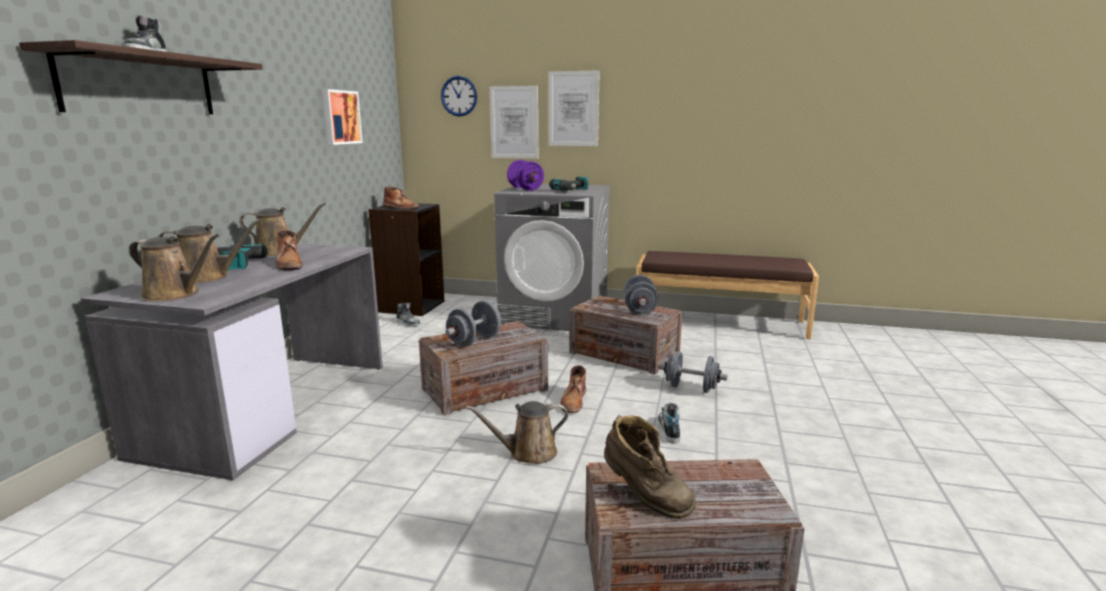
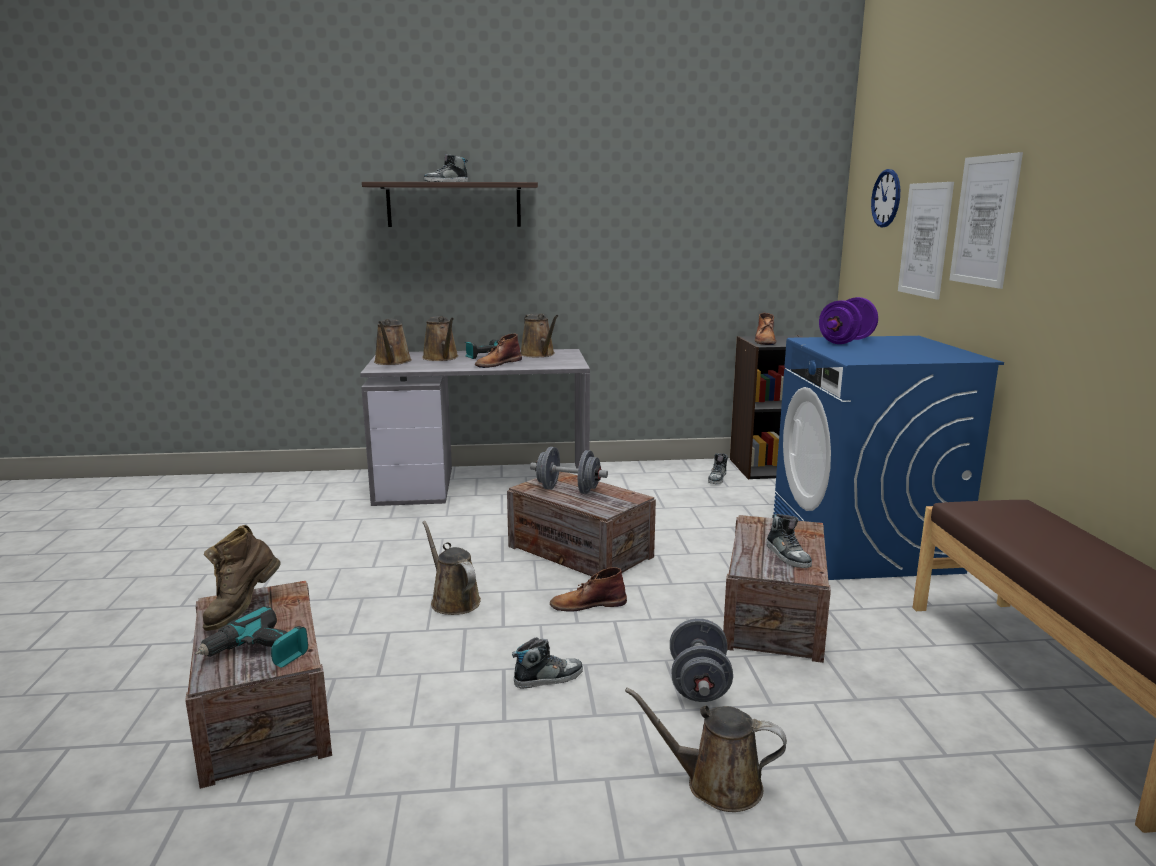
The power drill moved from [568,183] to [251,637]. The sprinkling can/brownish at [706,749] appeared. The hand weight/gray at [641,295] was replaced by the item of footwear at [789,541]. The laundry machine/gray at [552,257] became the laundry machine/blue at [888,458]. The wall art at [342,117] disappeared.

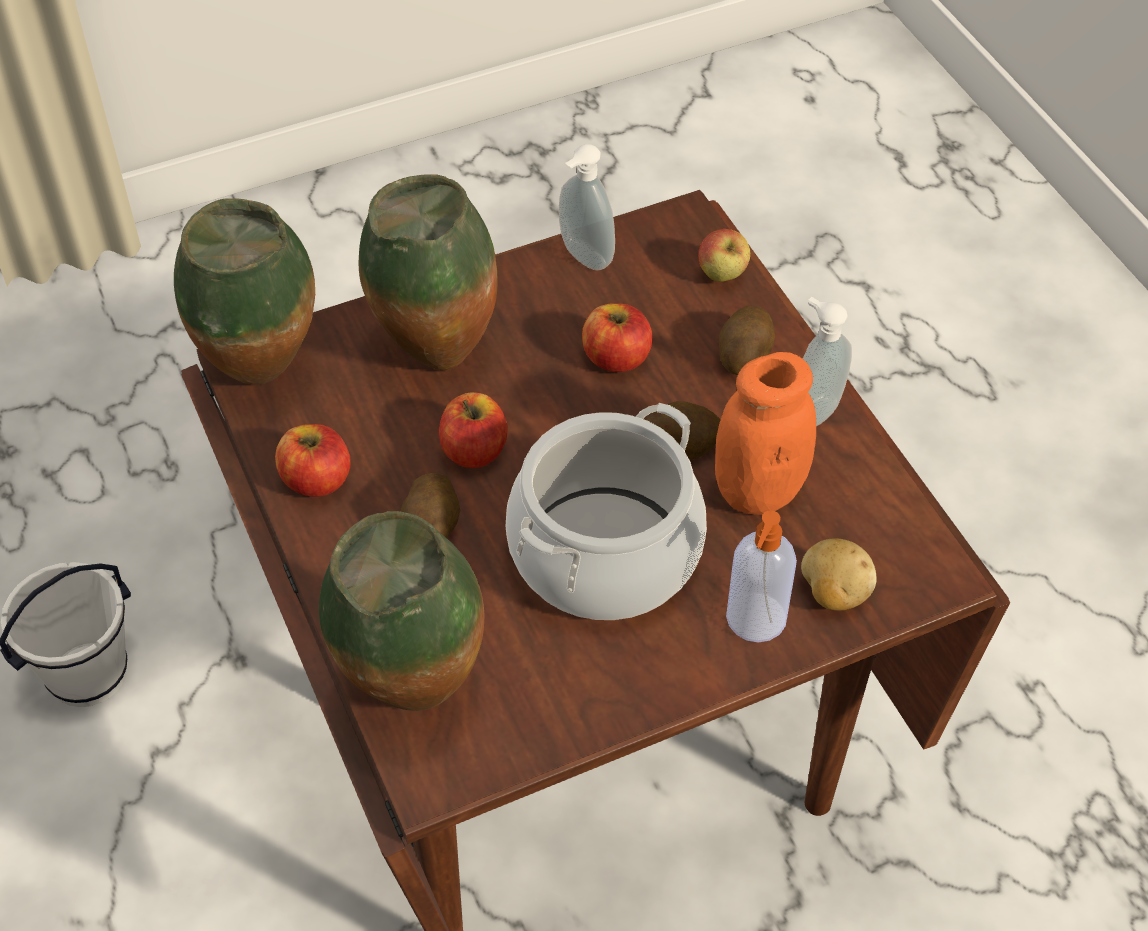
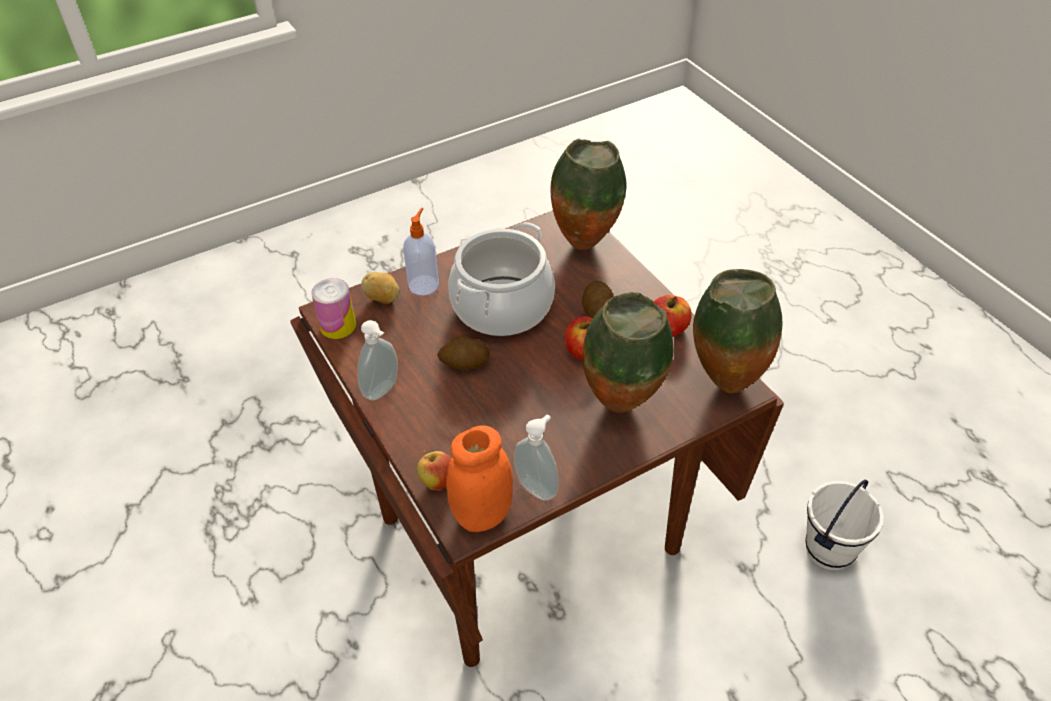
The can at [333,308] appeared. The preserve jar/orange-coloured moved from [765,433] to [479,478]. The apple fruit at [617,337] disappeared. The whole potato at [747,340] disappeared.

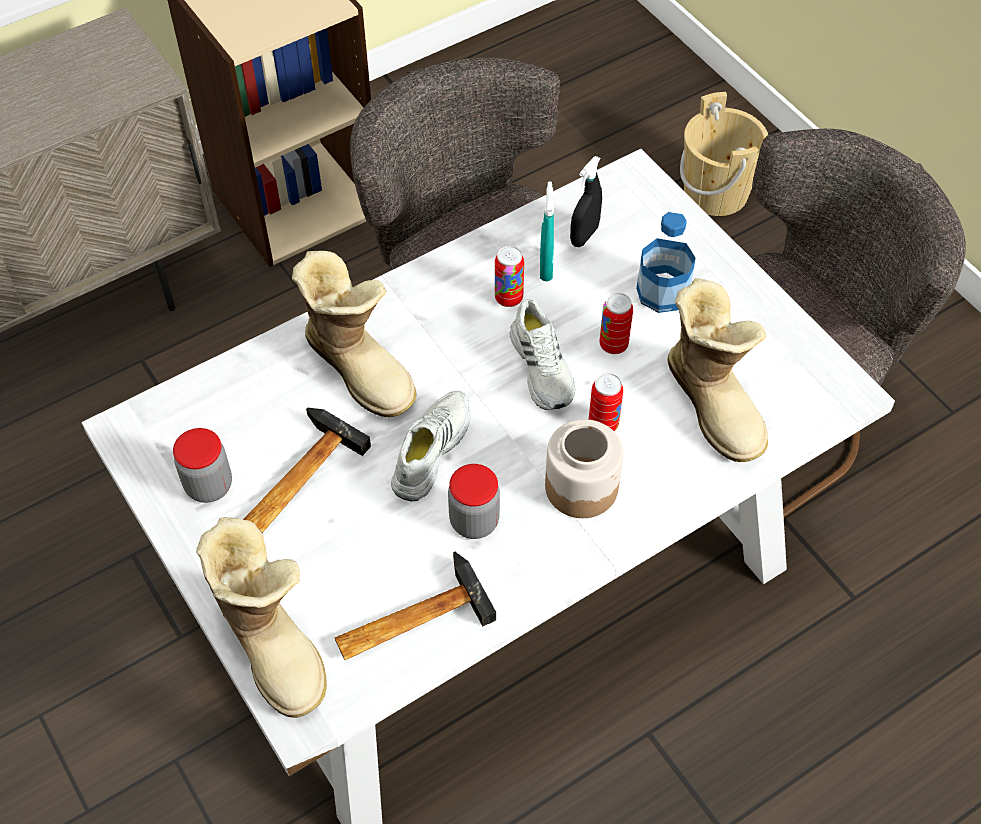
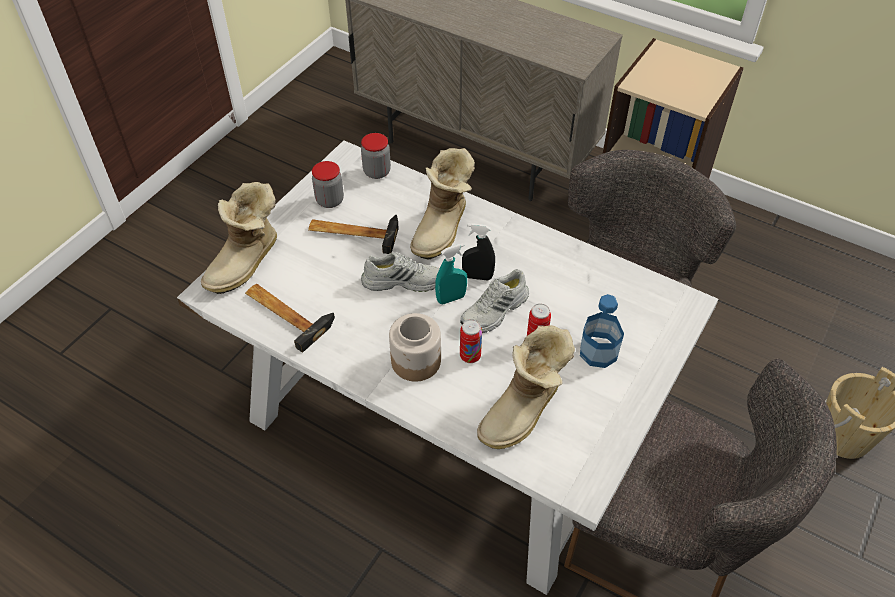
The preserve jar moved from [474,501] to [376,156]. The sprayer/turquoise moved from [547,231] to [451,273]. The sprayer/black-coloured moved from [586,201] to [478,252]. The can at [509,276] disappeared.

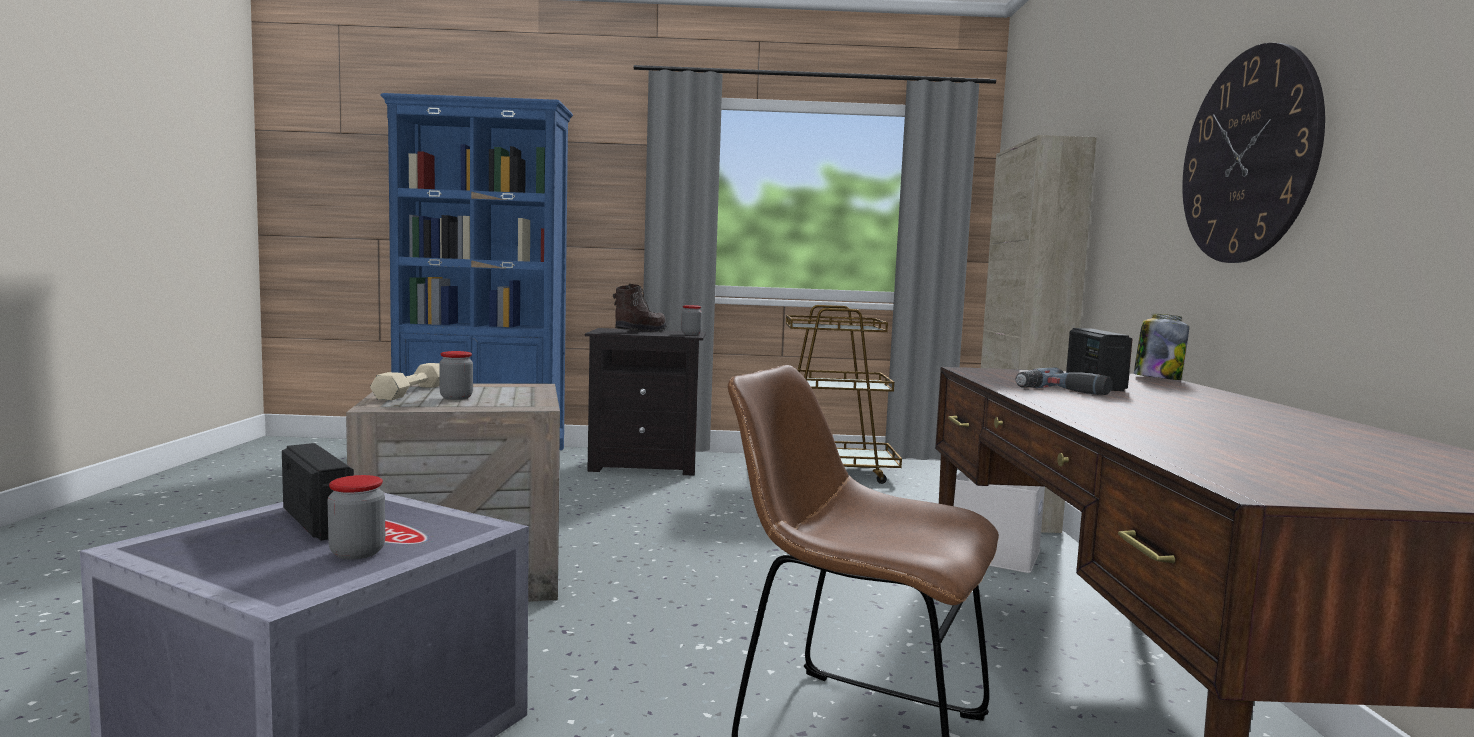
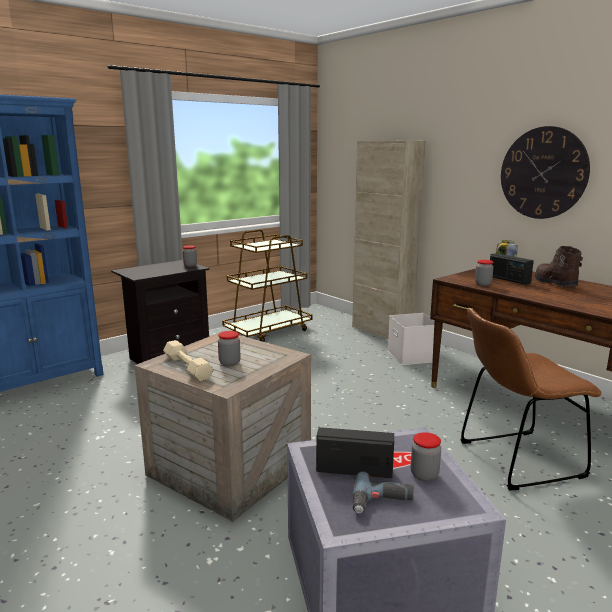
The power drill moved from [1064,381] to [383,492]. The preserve jar at [484,273] appeared. The boot/brownish moved from [640,308] to [559,266].

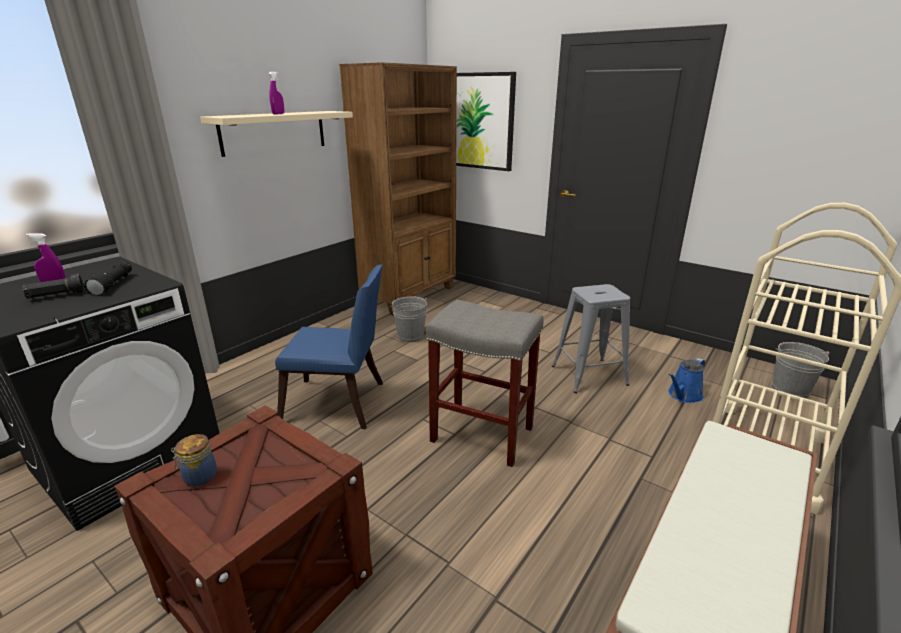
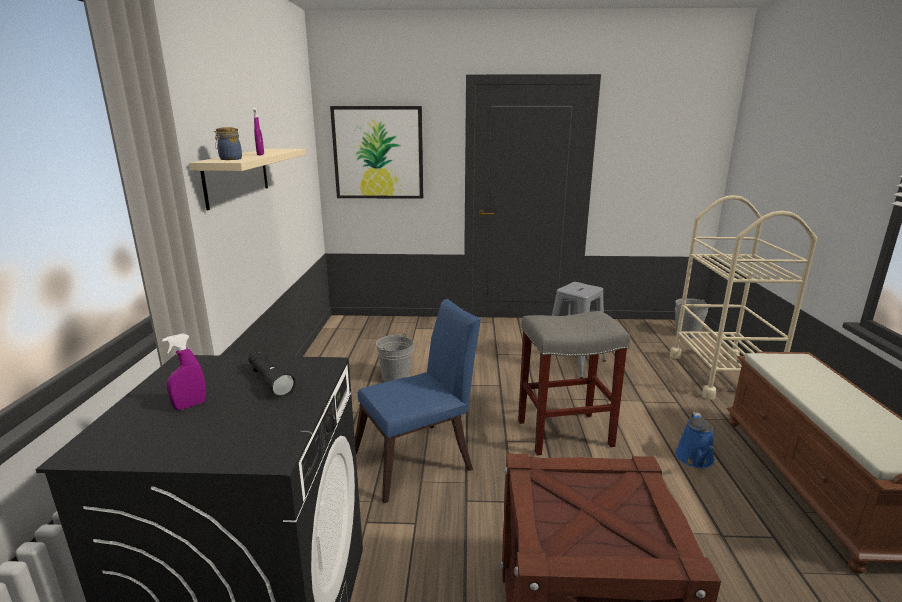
The preserve jar moved from [194,460] to [228,143]. The sprinkling can/blue moved from [686,380] to [695,440]. The flashlight/black-coloured at [53,286] disappeared. The bookcase/brownish at [398,189] disappeared.

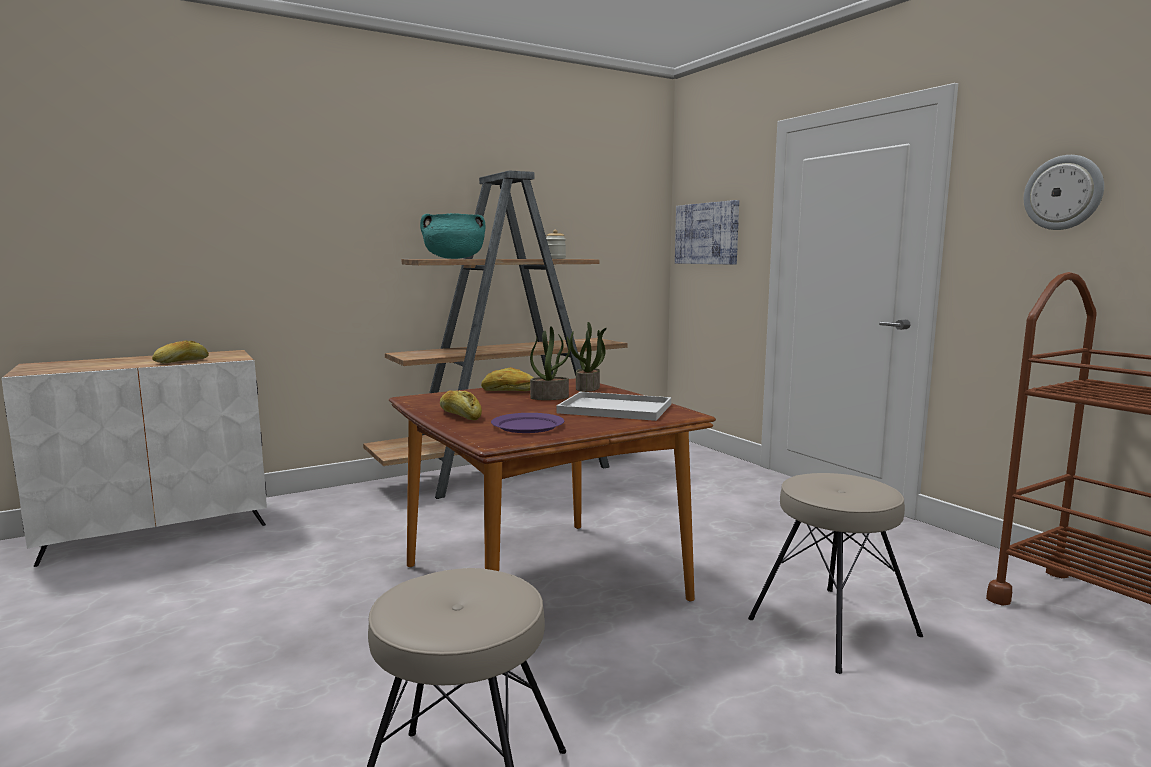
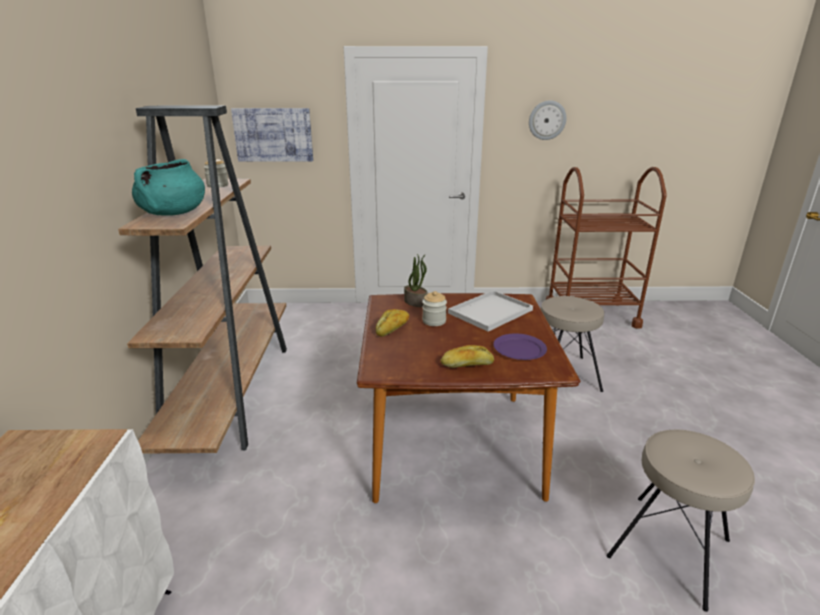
The potted plant at [550,363] was replaced by the preserve jar at [434,308]. The bread at [180,352] disappeared.

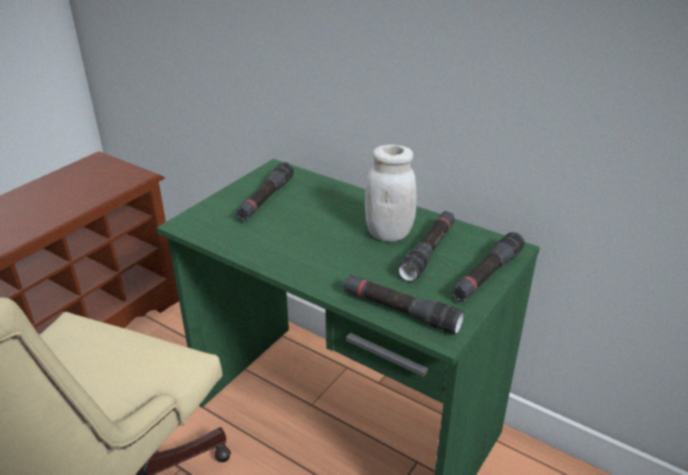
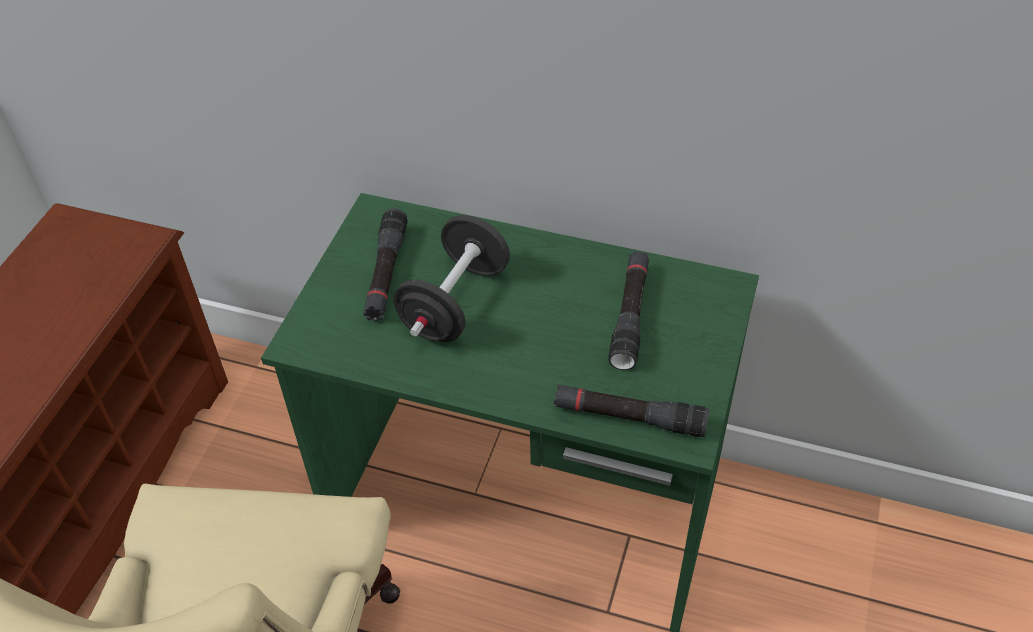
The hand weight/black-coloured at [451,278] appeared. The preserve jar/whitish at [391,193] disappeared. The flashlight/black-coloured at [488,267] disappeared.

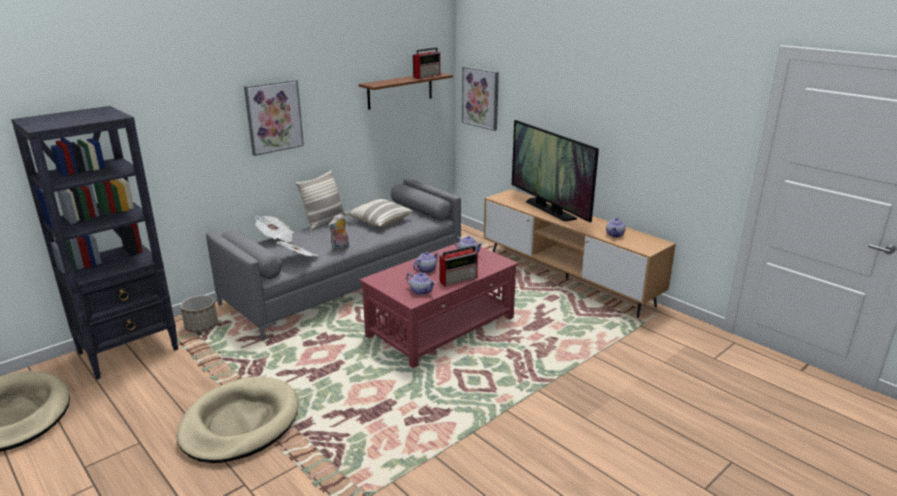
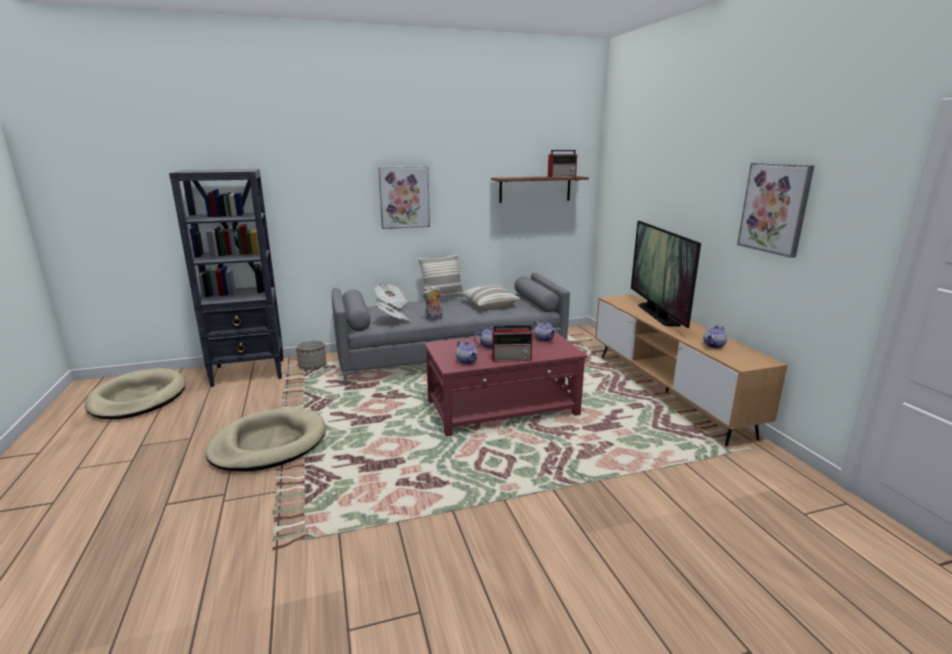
The wall art moved from [480,98] to [776,210].

